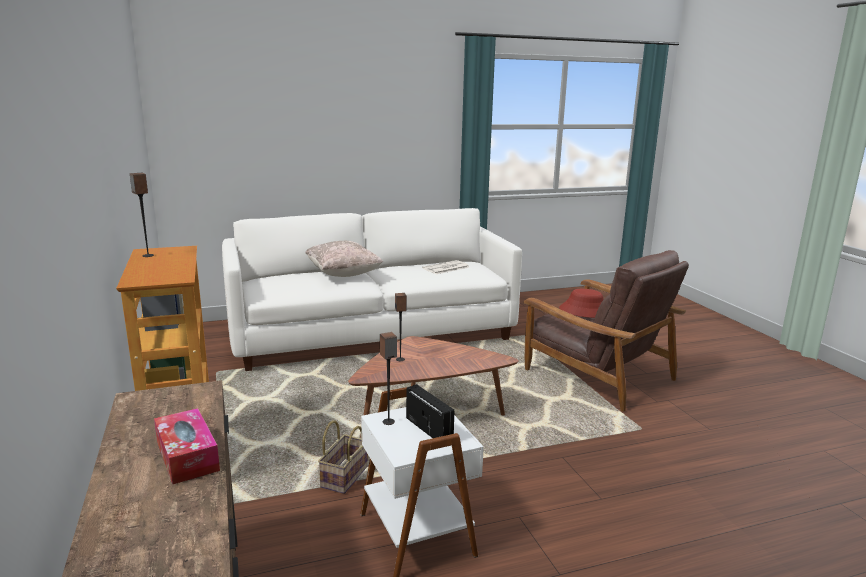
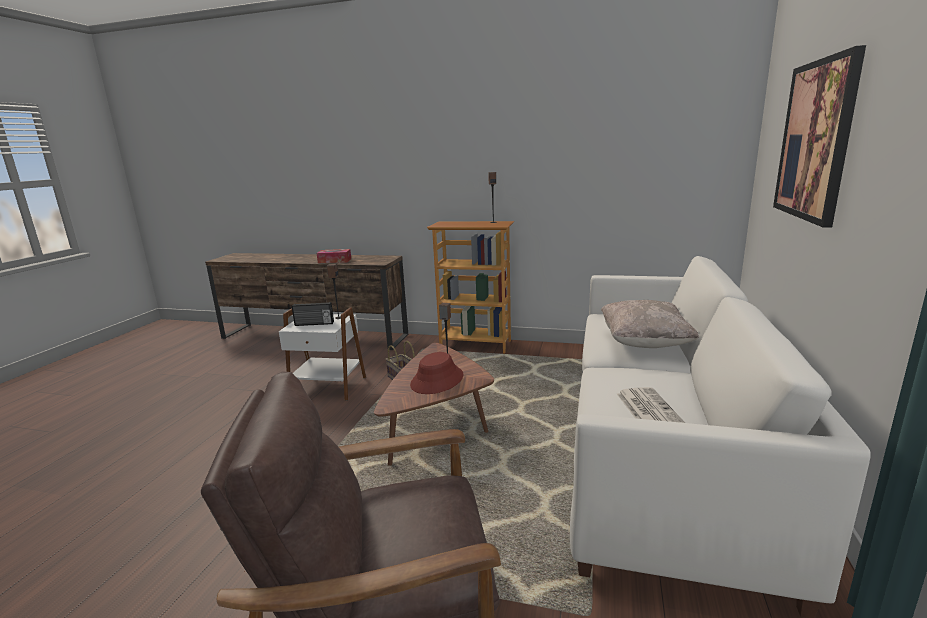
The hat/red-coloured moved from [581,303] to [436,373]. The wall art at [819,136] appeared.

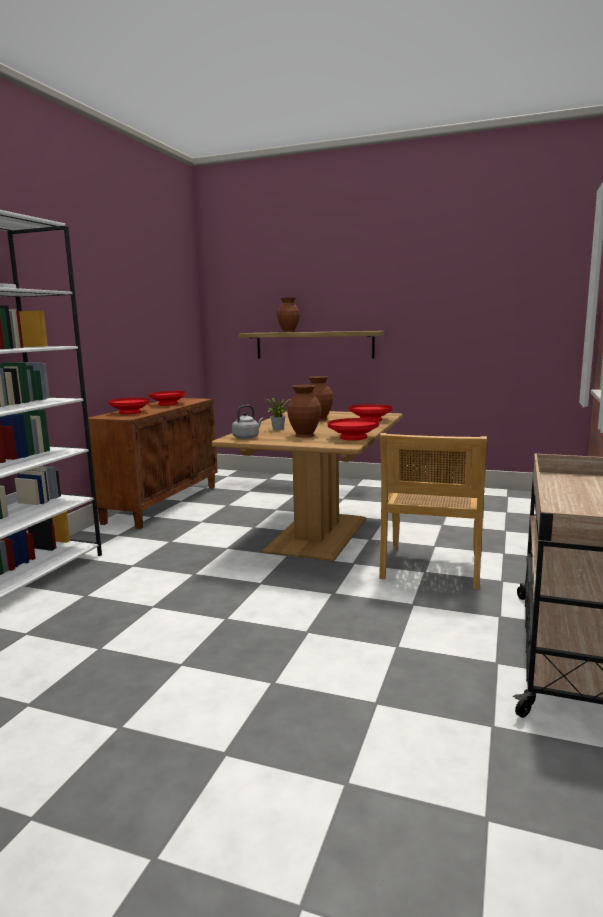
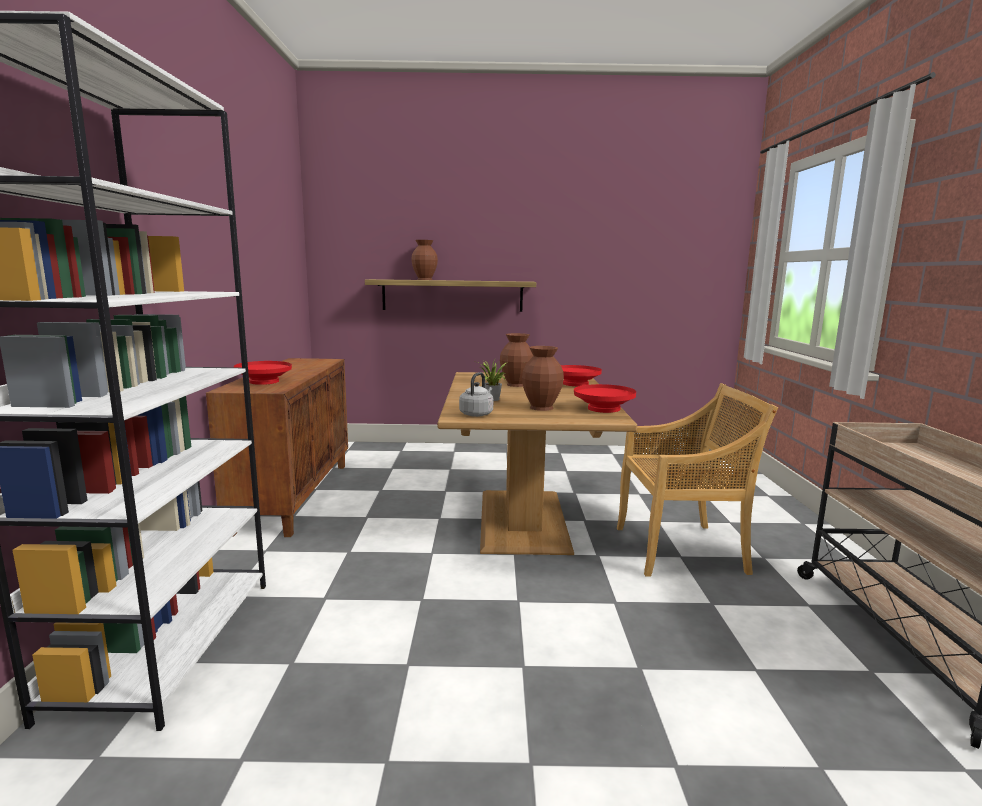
The upright chair/beige-coloured at [433,511] turned 90 degrees counterclockwise. The serving bowl/red-coloured at [167,398] disappeared.

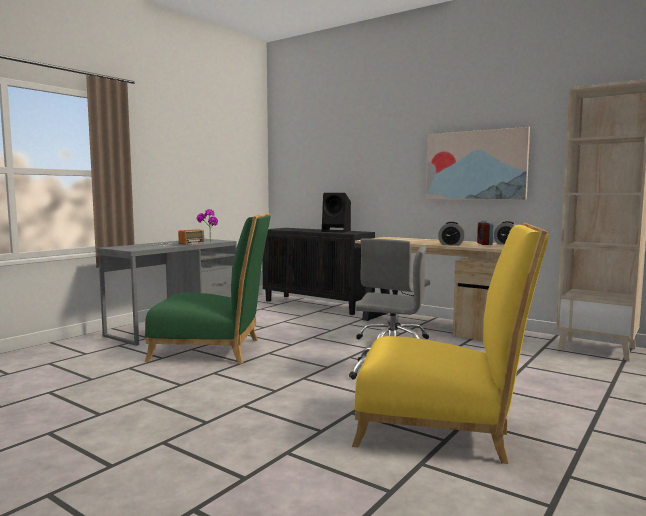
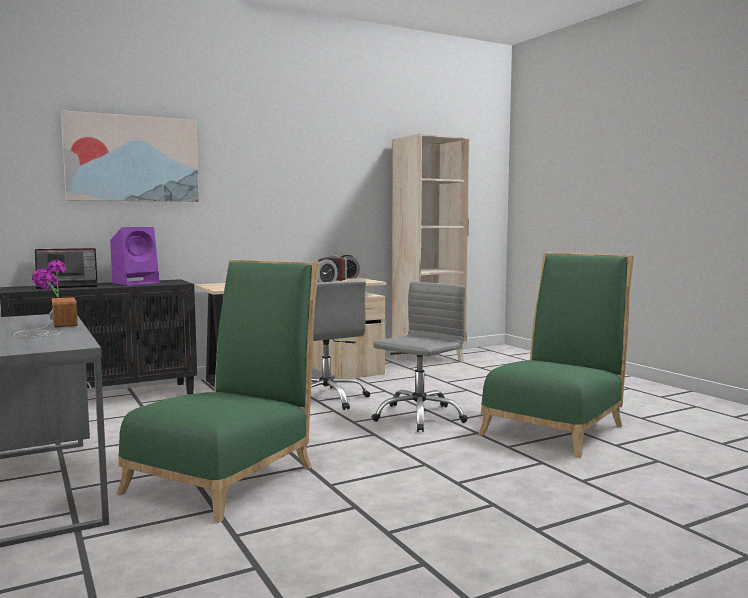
The notebook computer at [66,268] appeared. The wall art moved from [478,163] to [130,156]. The loudspeaker/black-coloured at [336,212] became the loudspeaker/purple-coloured at [135,256]. The upright chair/yellow at [450,343] became the upright chair/green at [556,355].

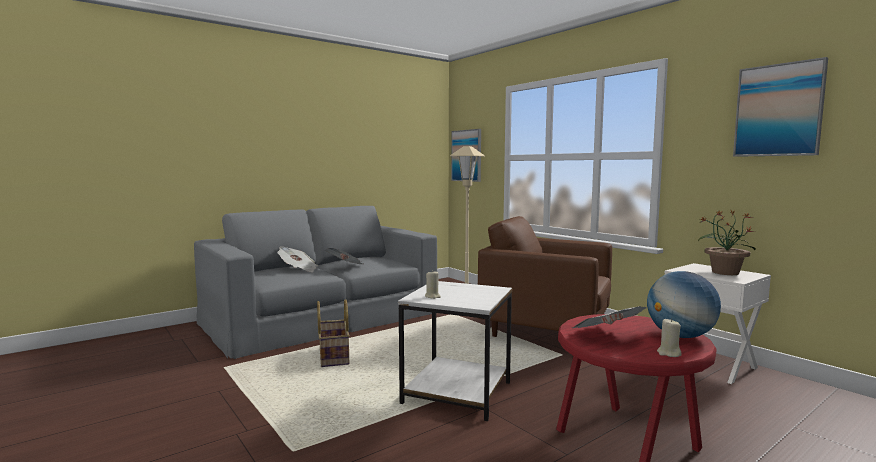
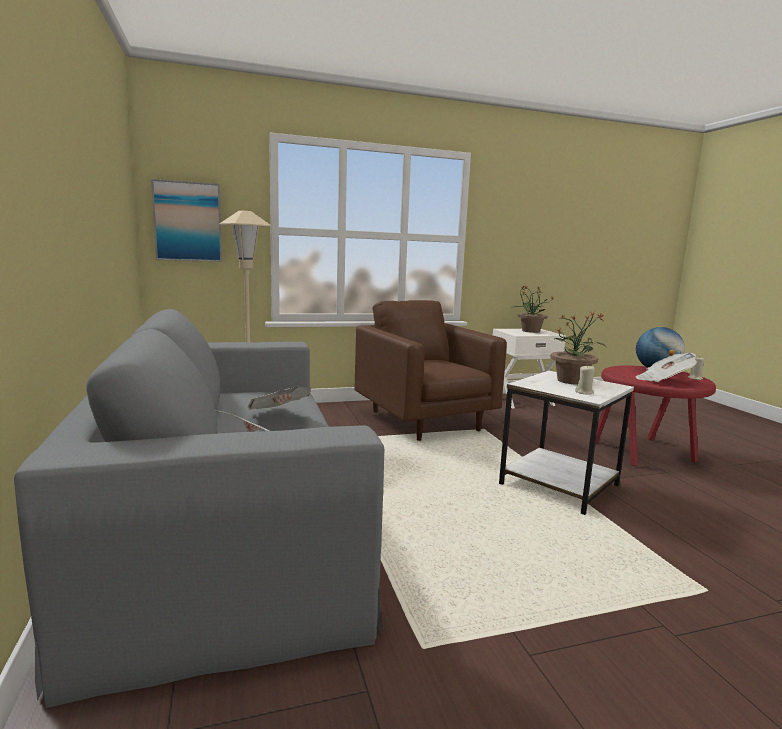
The armchair/brownish at [545,276] turned 105 degrees clockwise. The potted plant at [578,348] appeared. The storage basket at [333,333] disappeared. The wall art at [780,107] disappeared.

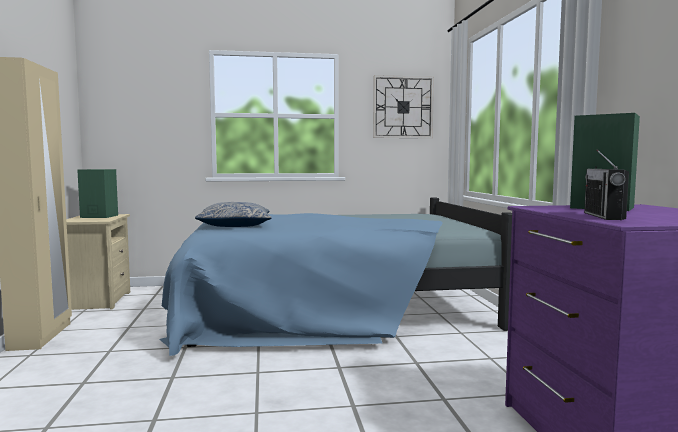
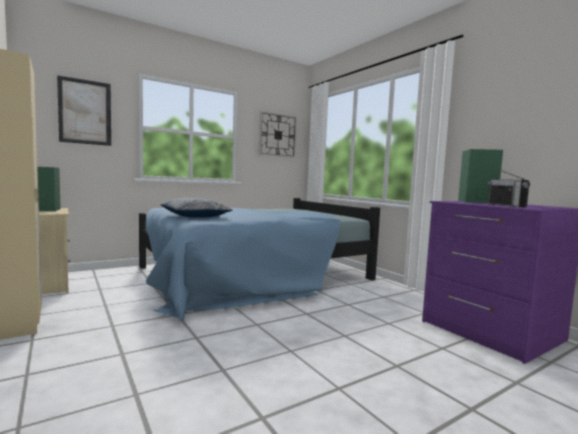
The wall art at [84,110] appeared.

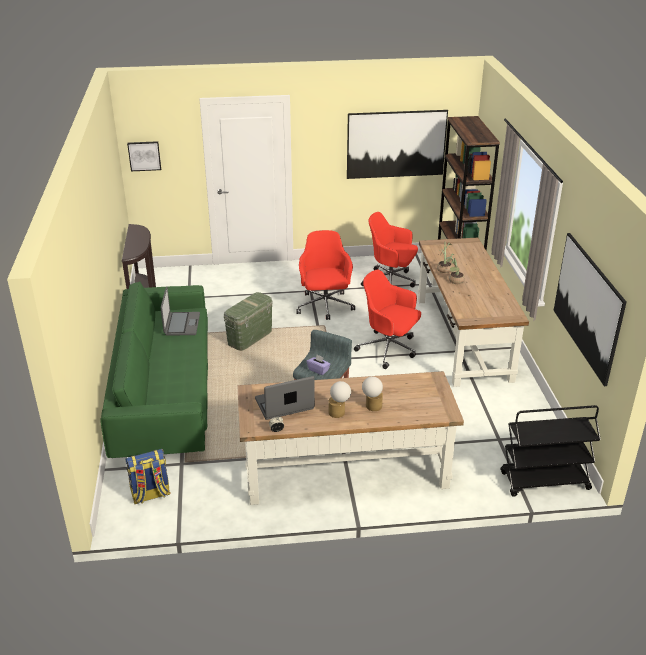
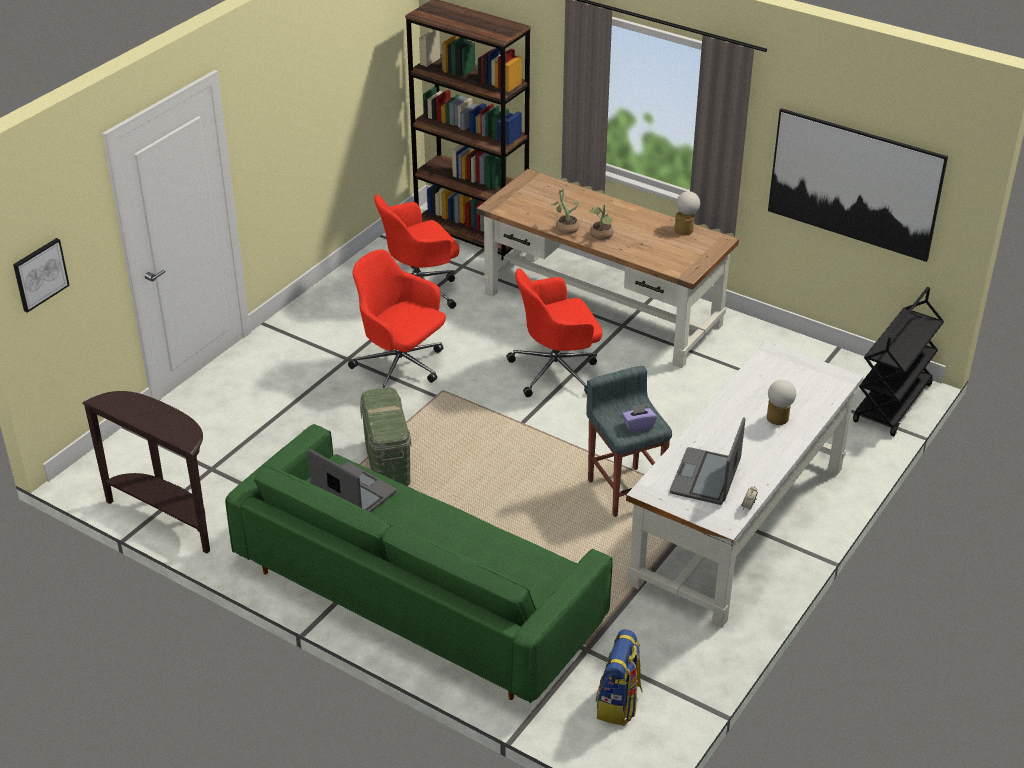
The desk table/brownish at [350,438] became the desk table/whitish at [744,484]. The tabletop lamp moved from [339,399] to [687,213]. The wall art at [397,144] disappeared.

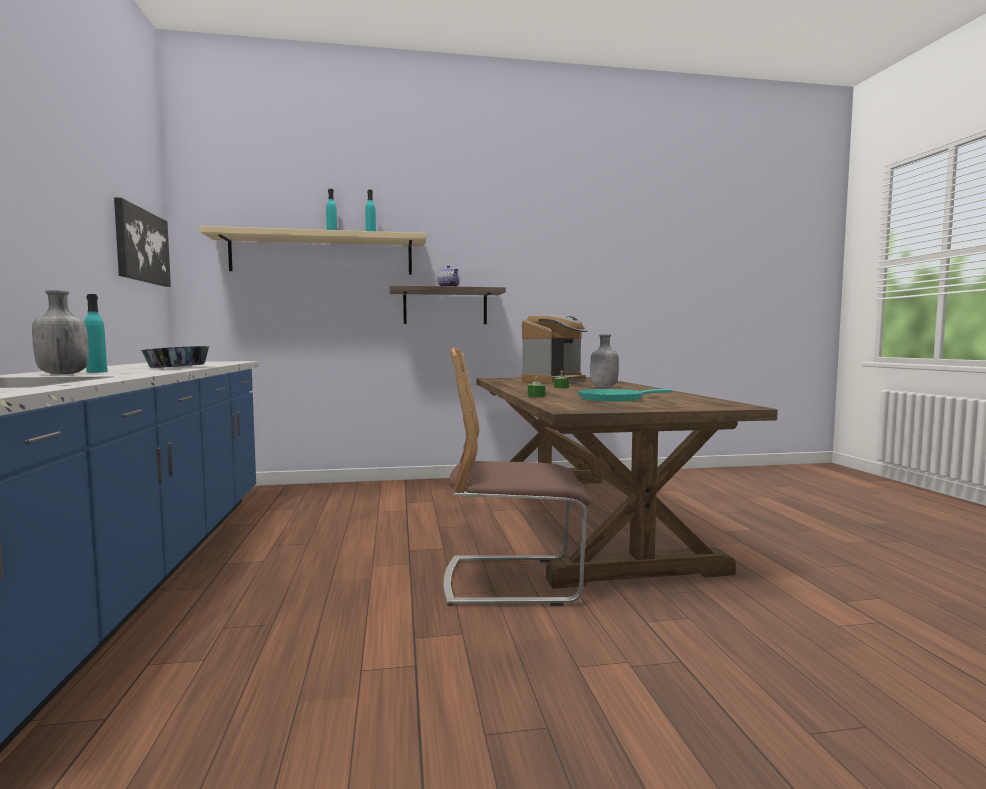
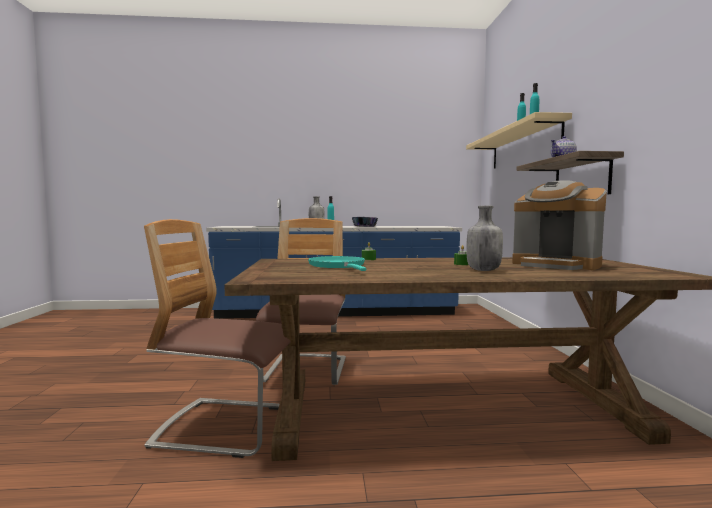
The upright chair at [217,338] appeared. The wall art at [142,242] disappeared.

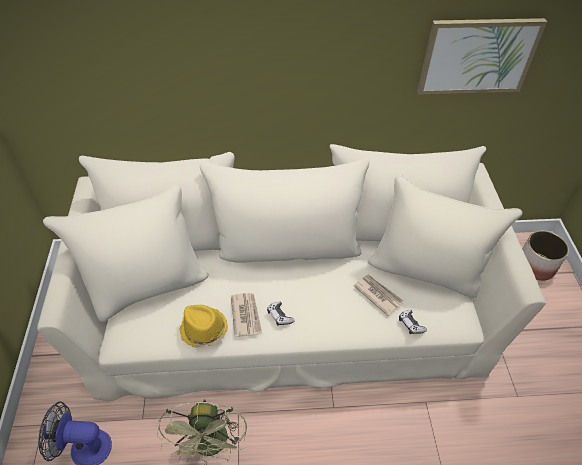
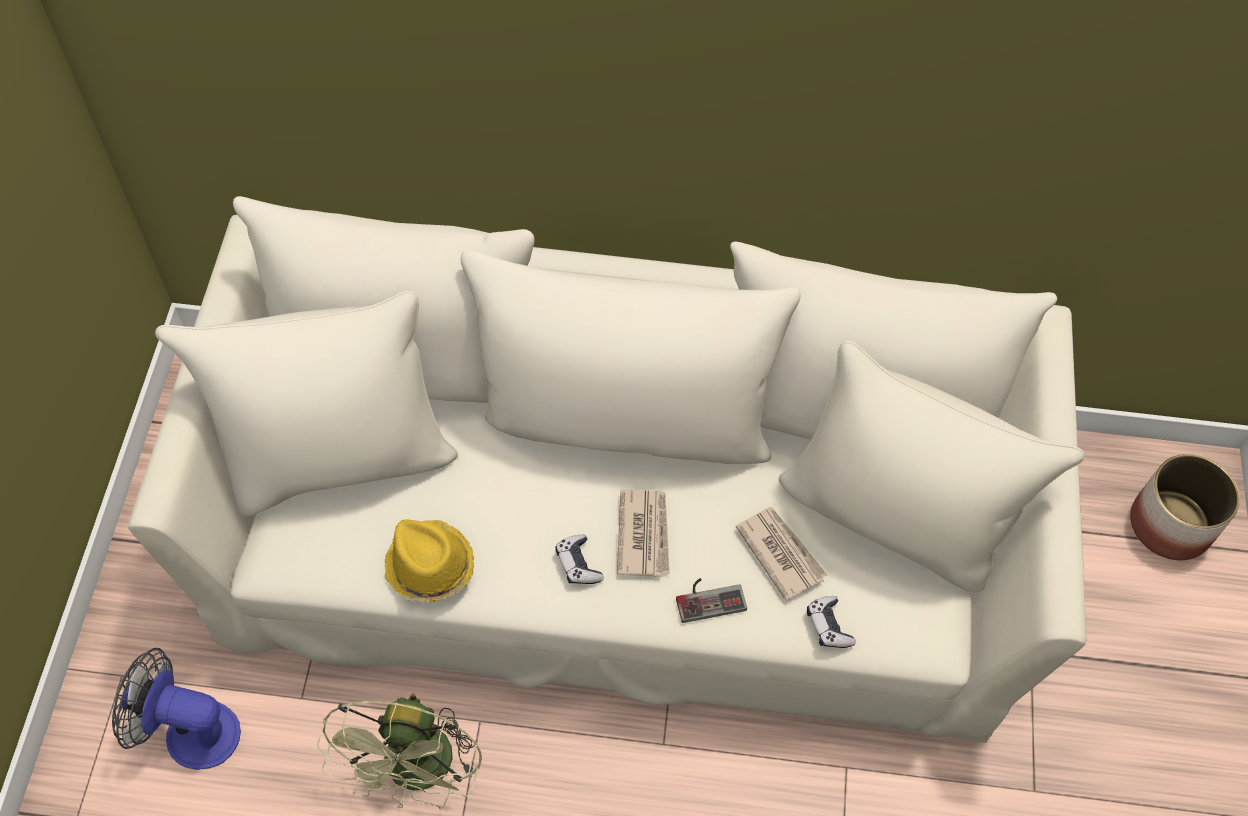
The printed paper moved from [246,315] to [643,533]. The joypad at [711,600] appeared. The wall art at [482,56] disappeared.

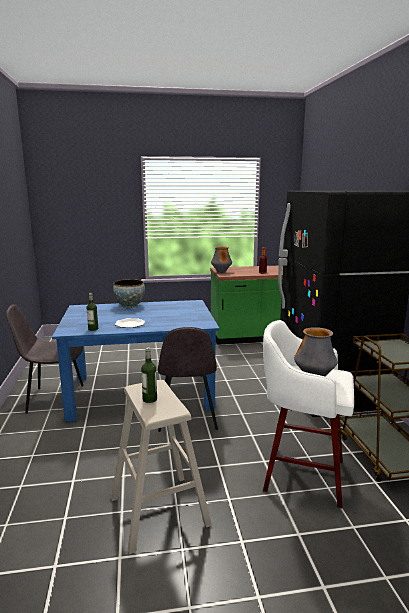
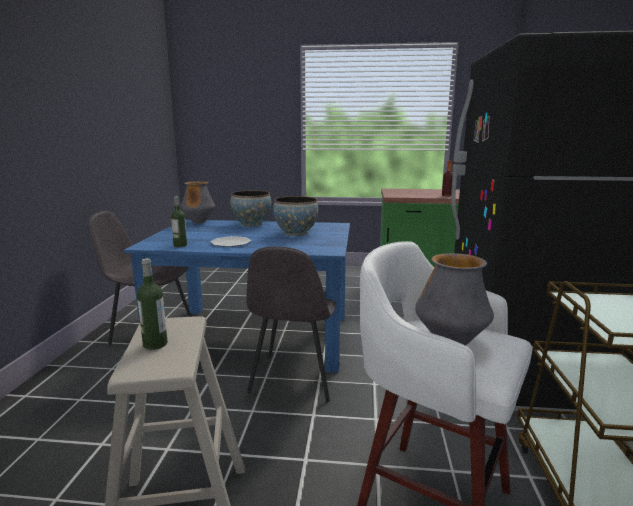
The flower vase moved from [221,259] to [197,202]. The serving bowl at [295,216] appeared.

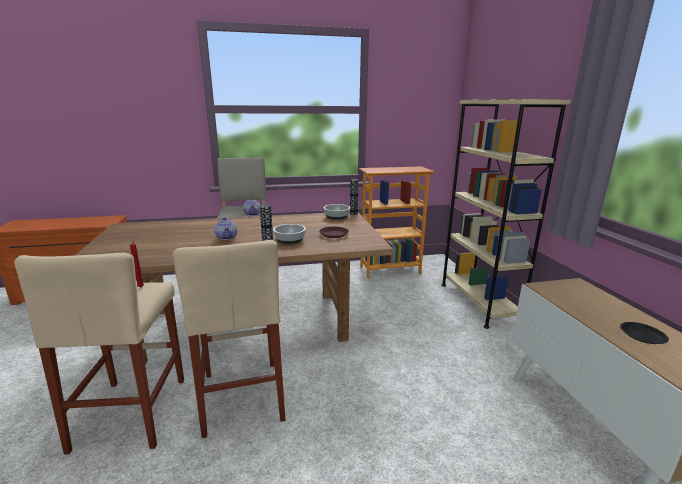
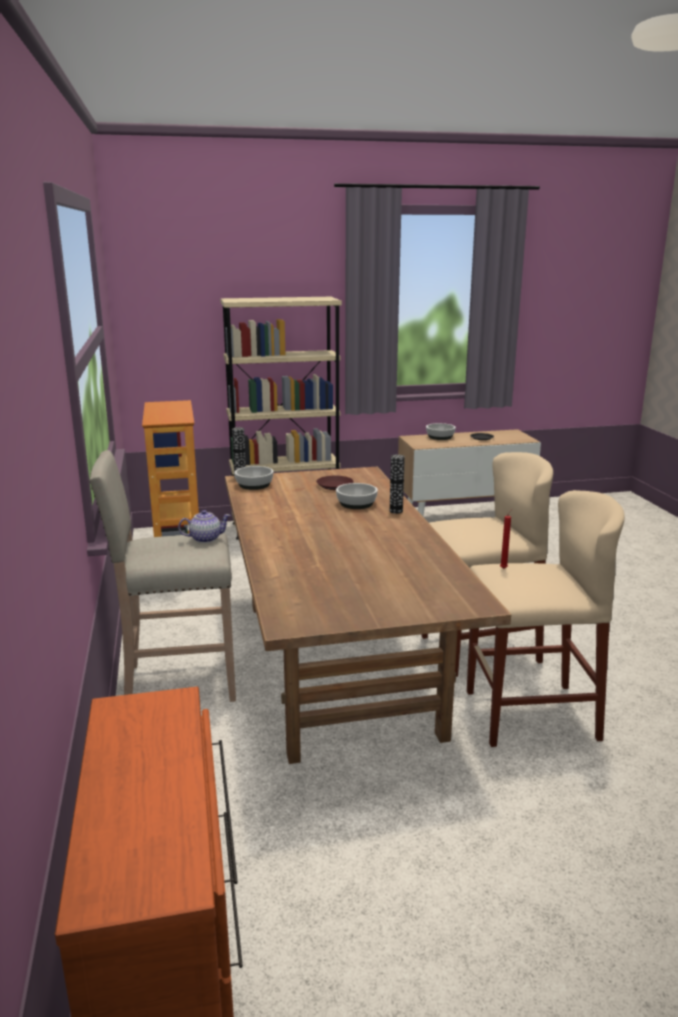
The serving bowl at [441,431] appeared. The pot for tea at [226,228] disappeared.

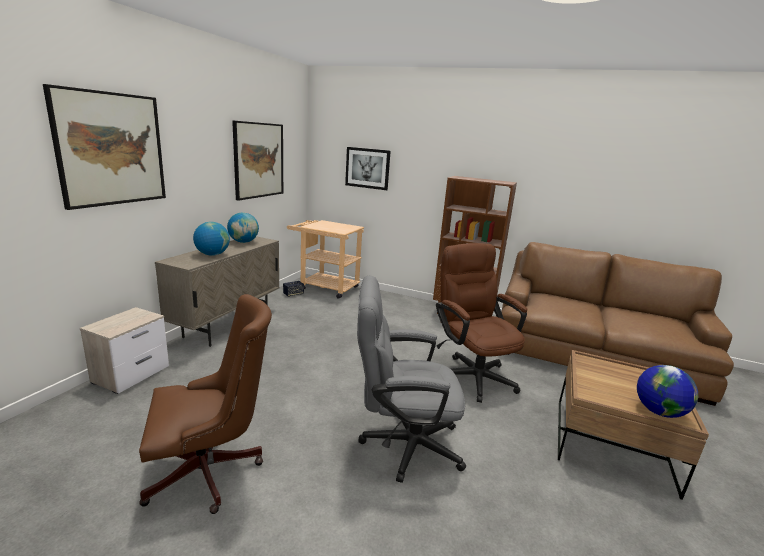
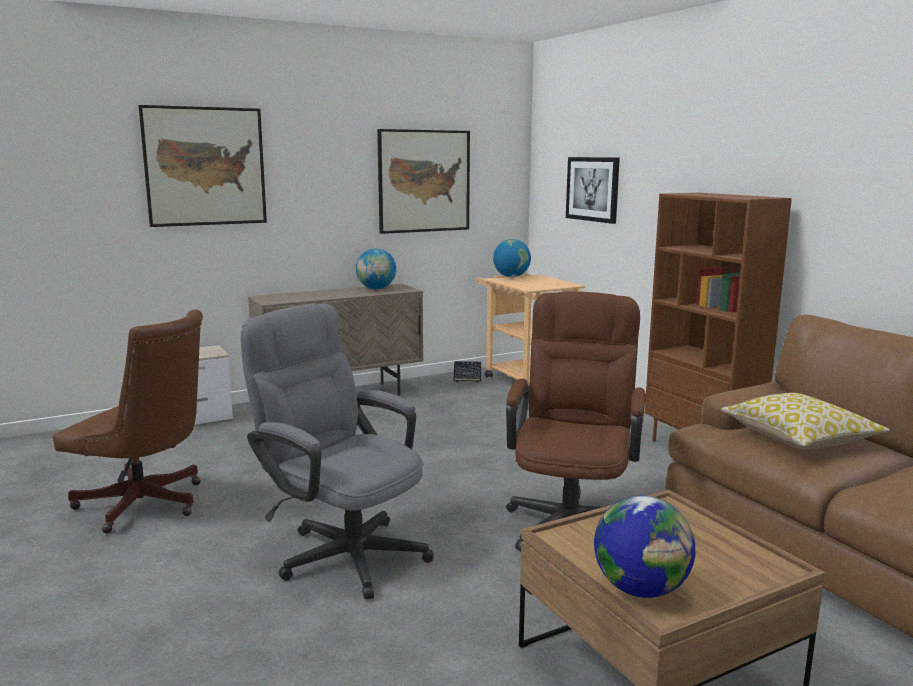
The world globe moved from [211,239] to [512,258]. The cushion at [805,421] appeared.

